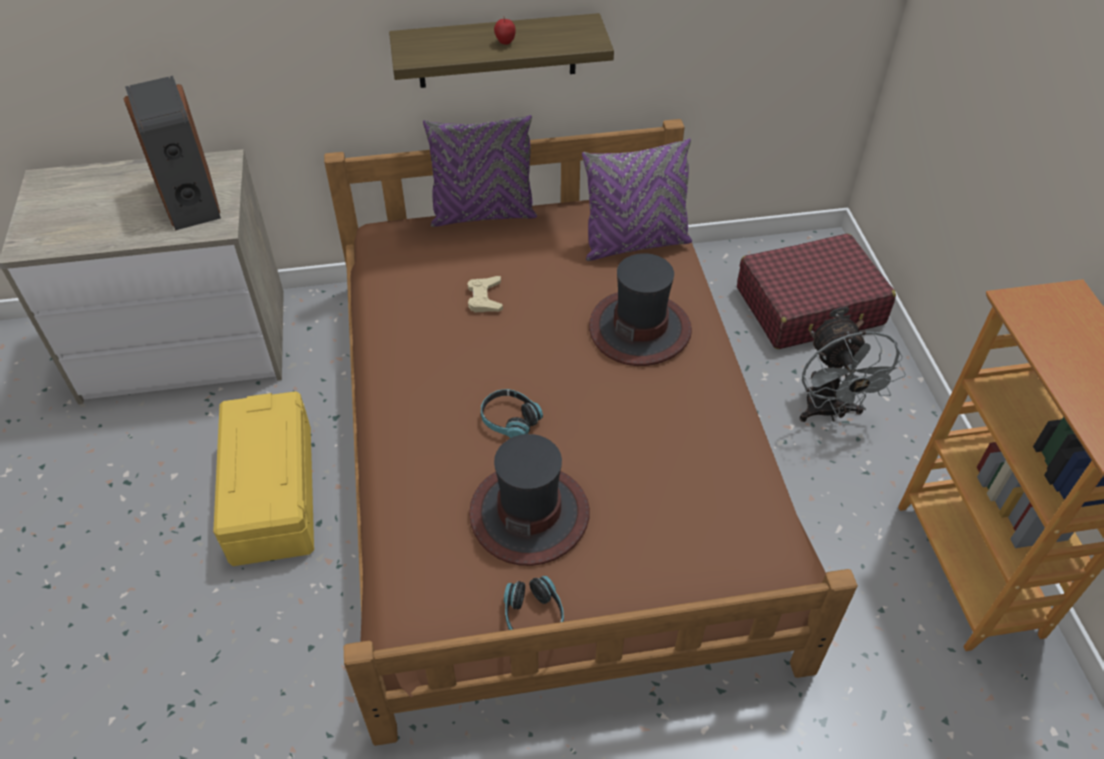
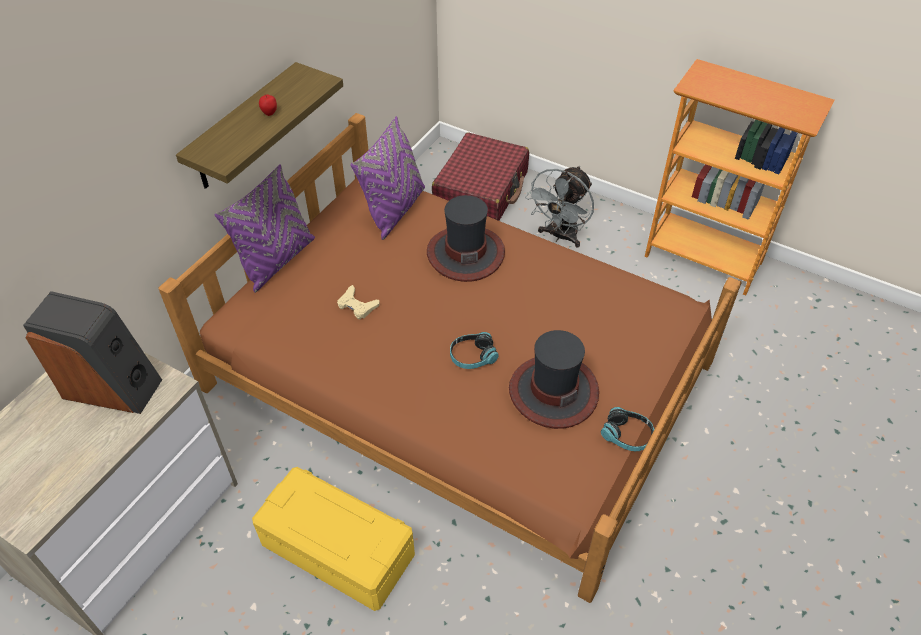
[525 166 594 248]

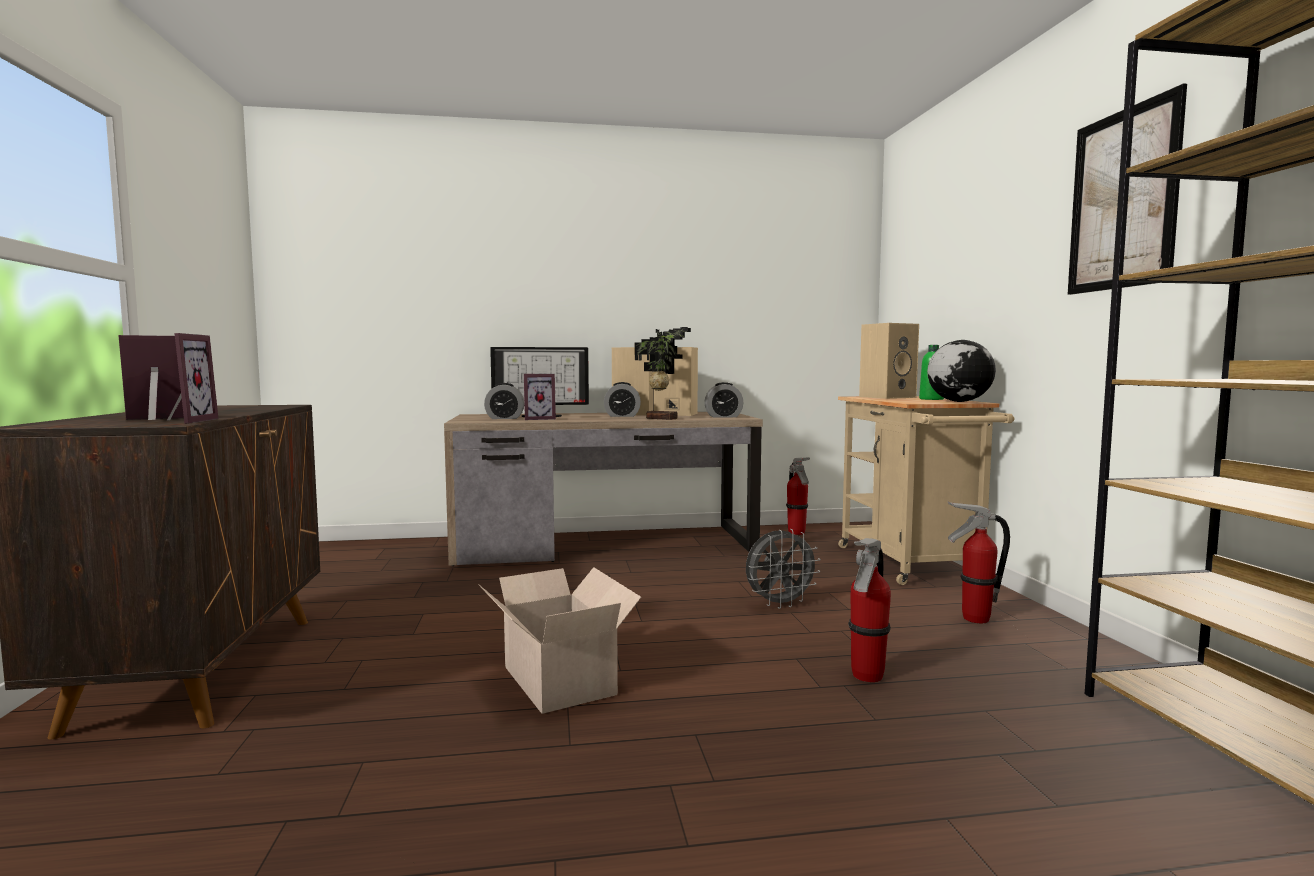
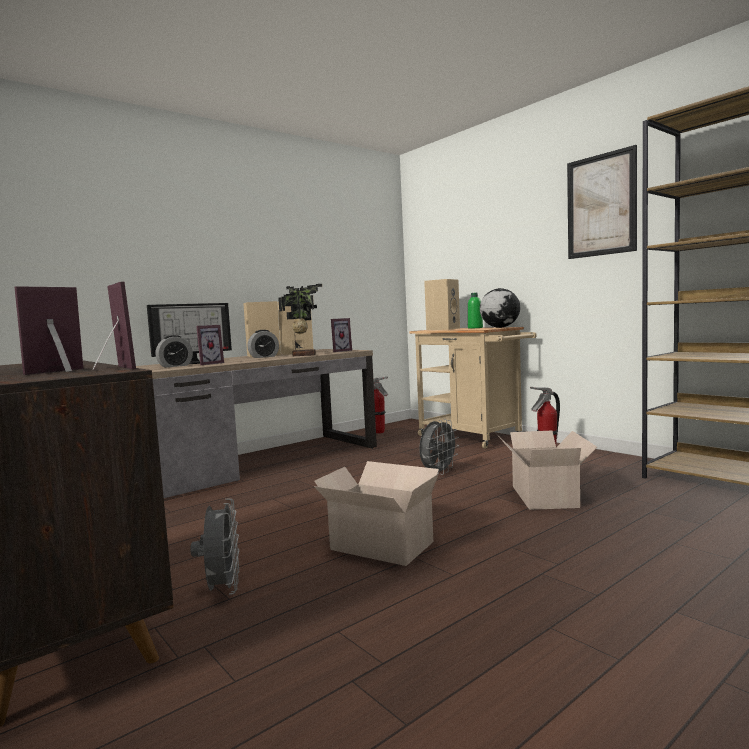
[331 318 352 352]
[498 431 597 510]
[190 498 239 595]

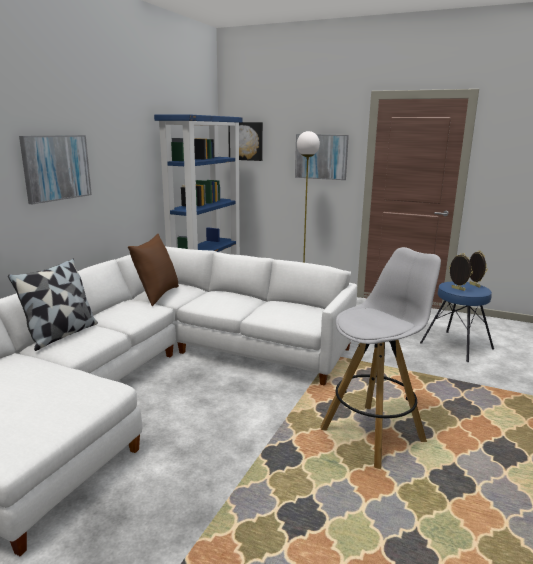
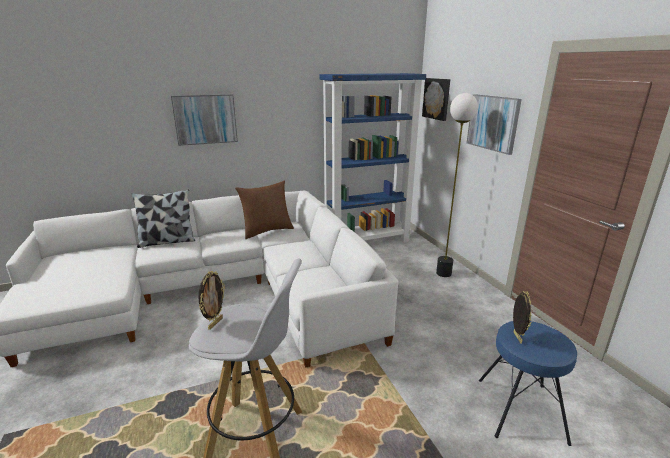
[198 271 225 330]

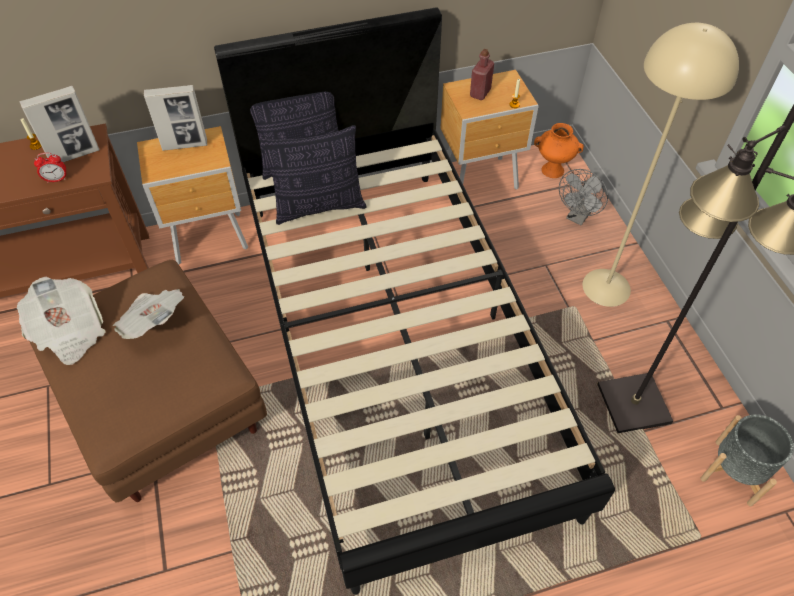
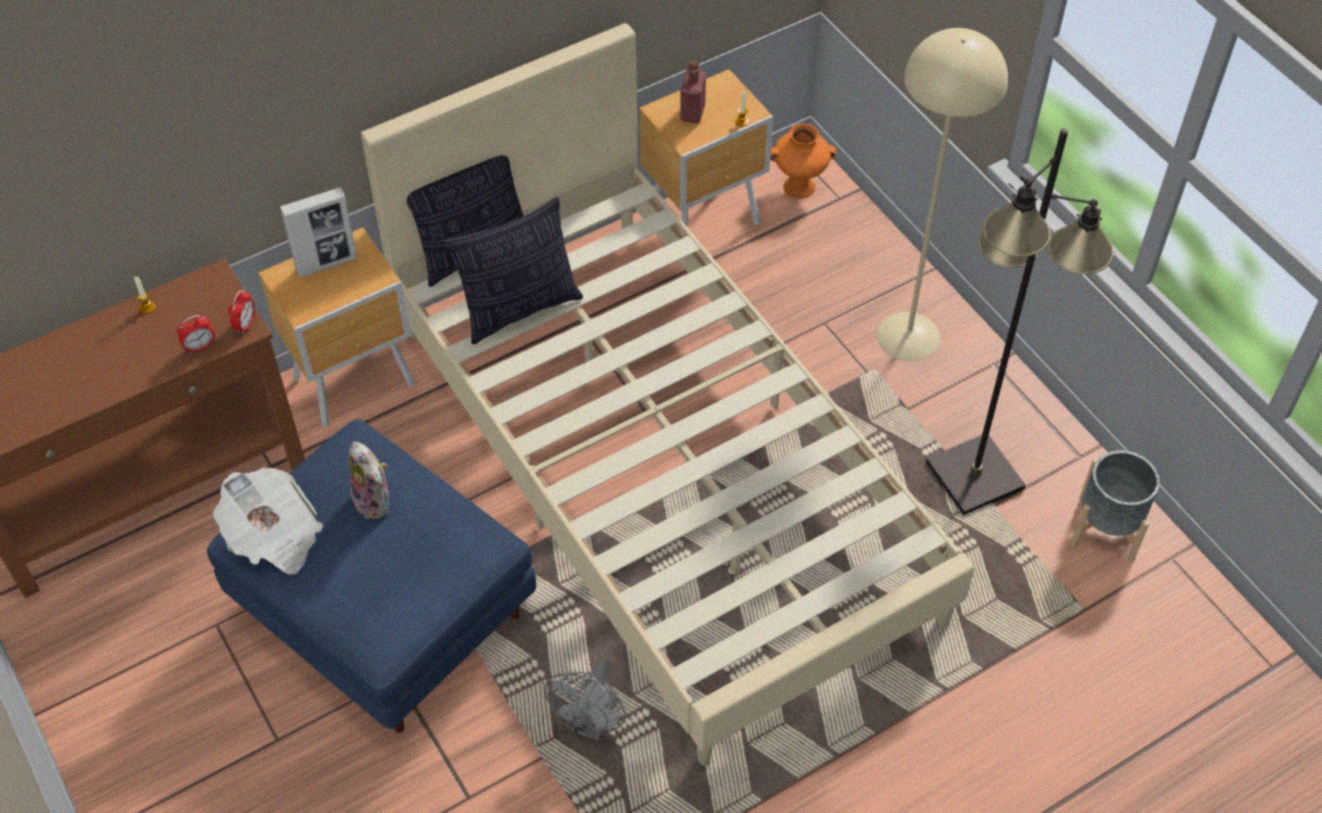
[361 23 975 766]
[19 86 100 162] (first image)
[544 658 626 741]
[207 419 536 733]
[348 442 391 520]
[228 289 255 334]

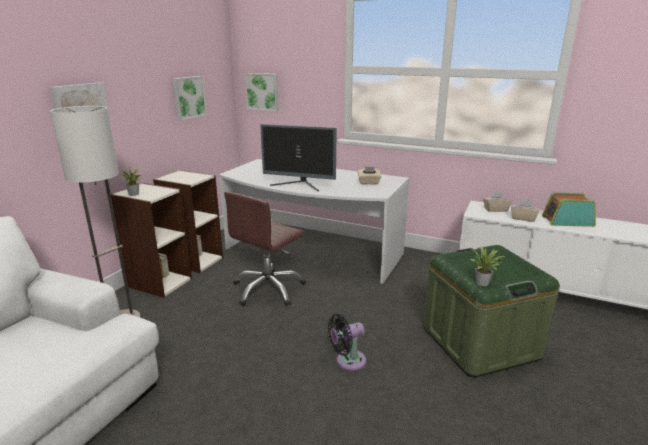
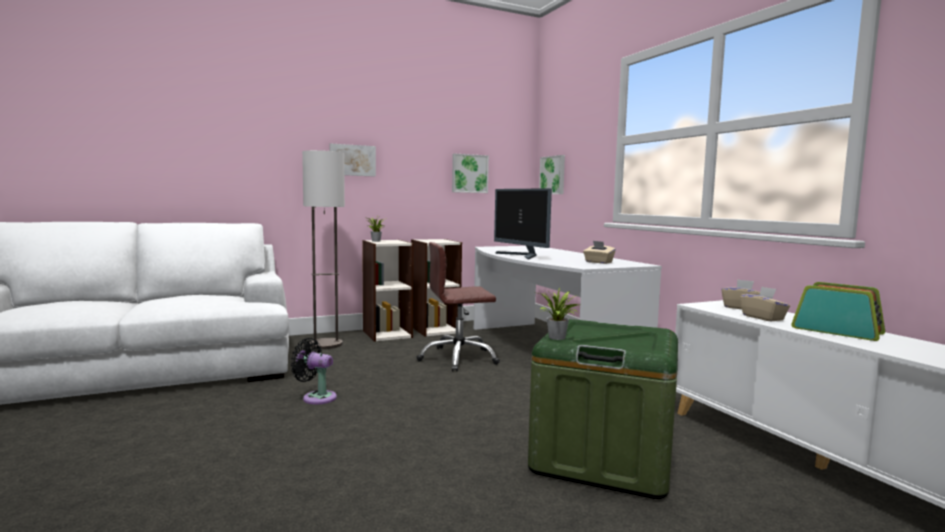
[291 338 337 404]

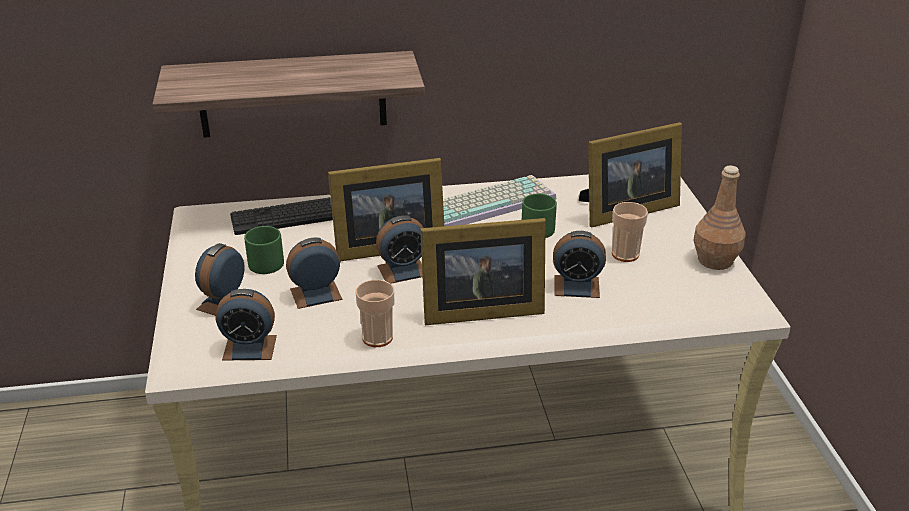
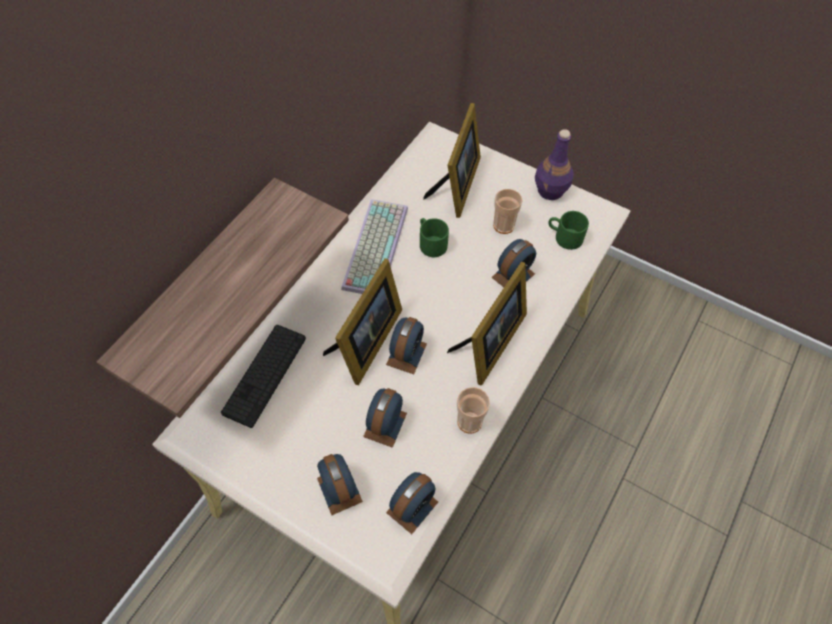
[535 129 574 200]
[548 211 589 250]

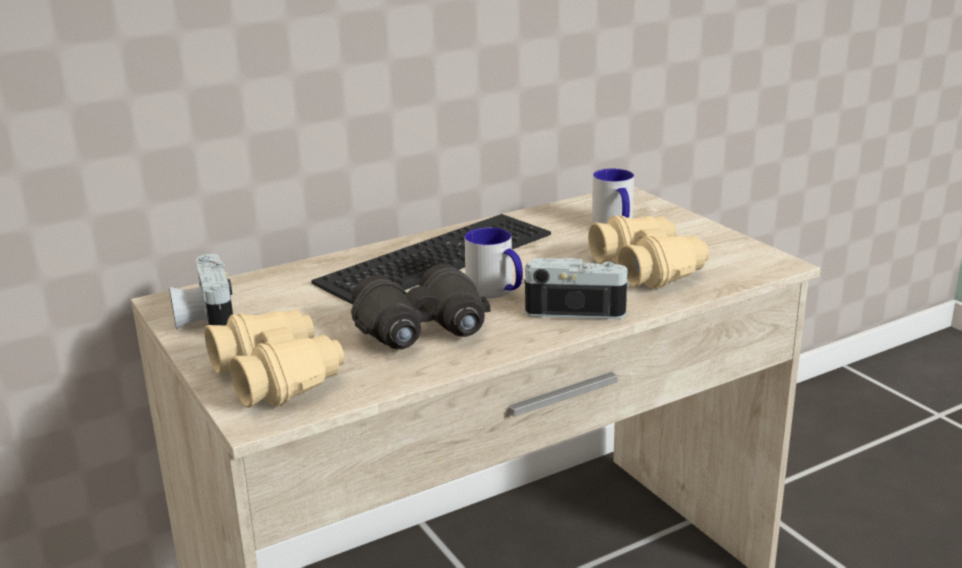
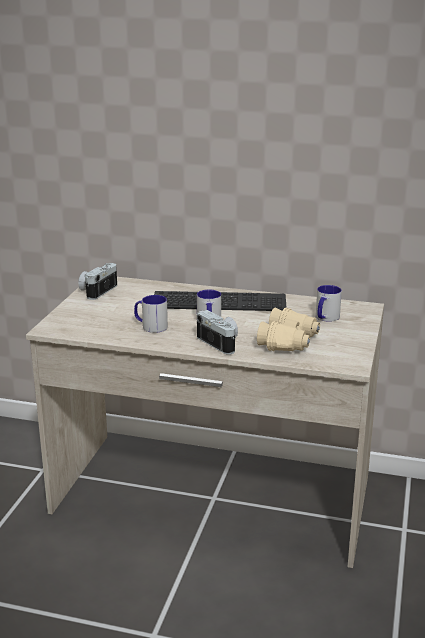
[134 295 168 333]
[205 309 344 408] (first image)

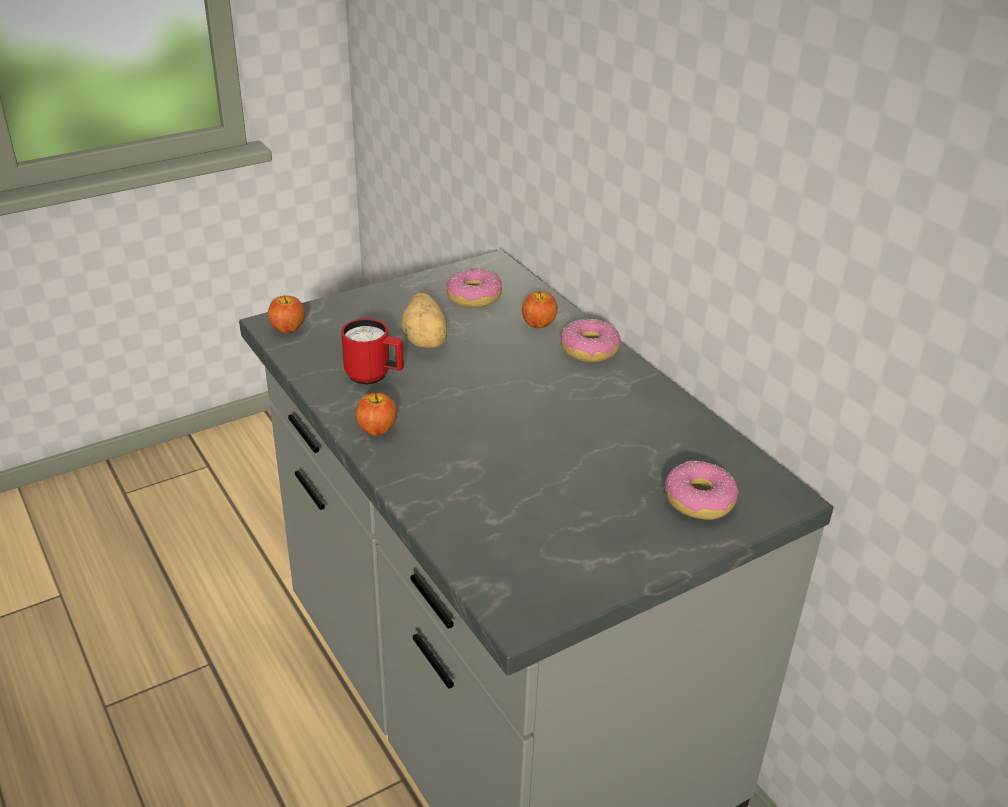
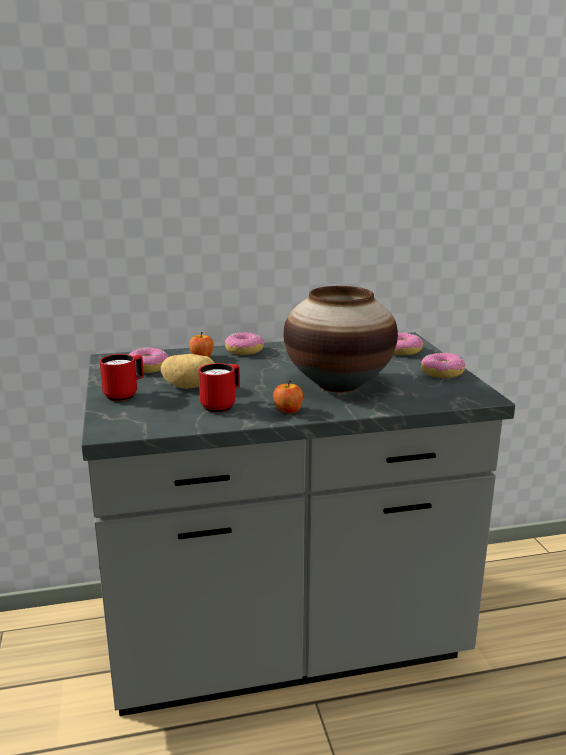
[268 295 305 333] (first image)
[283 286 398 392]
[421 352 465 378]
[100 354 144 401]

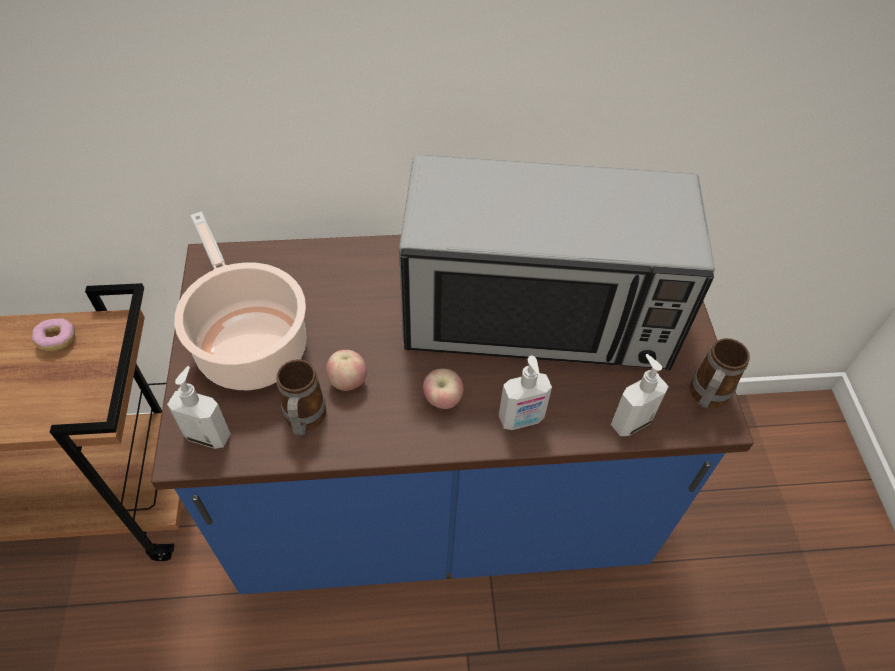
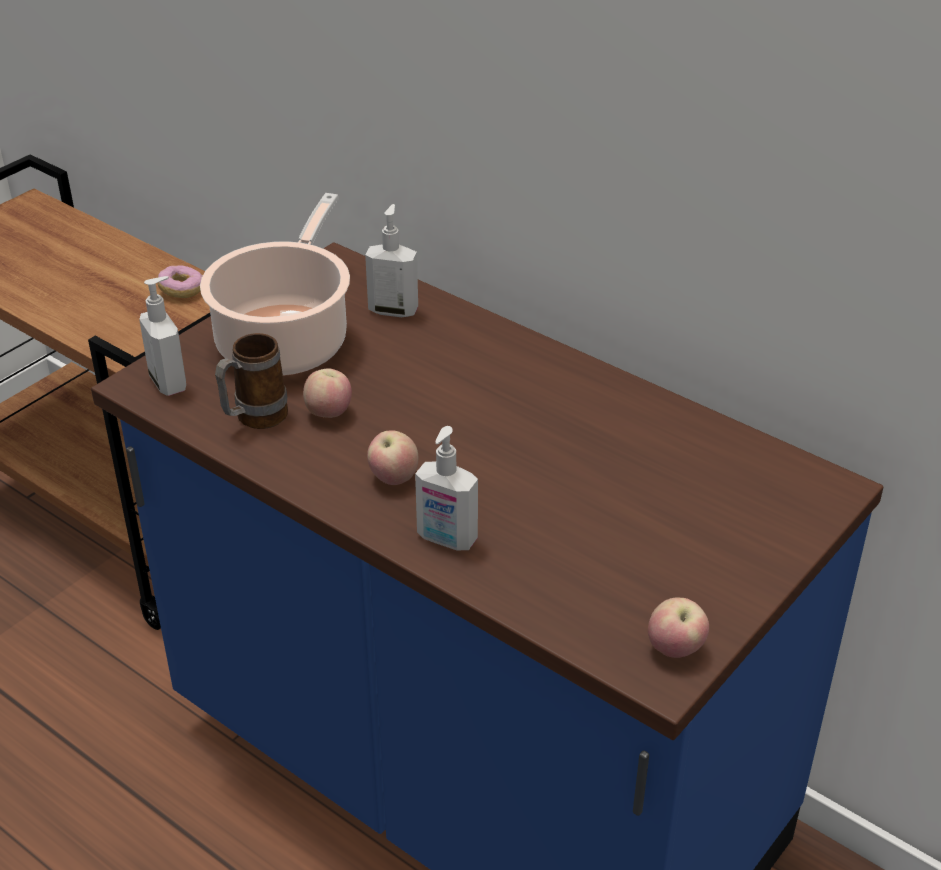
[399 155 715 370] (first image)
[648 598 709 658]
[365 204 418 317]

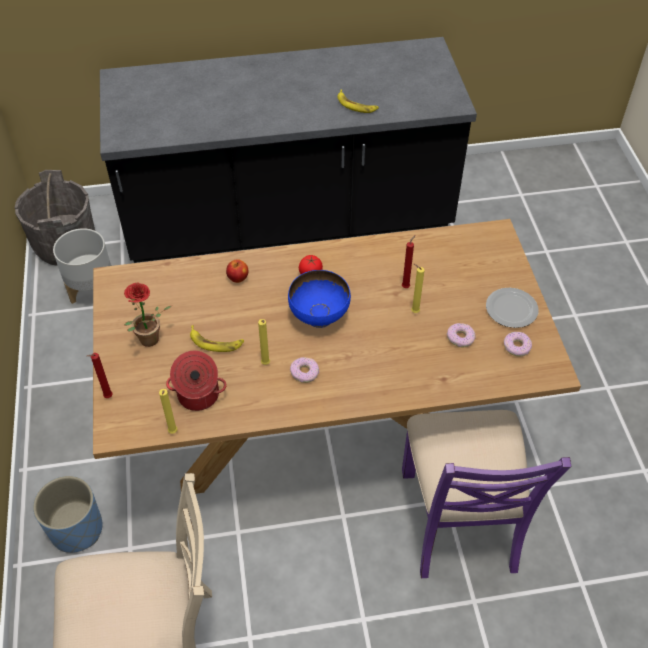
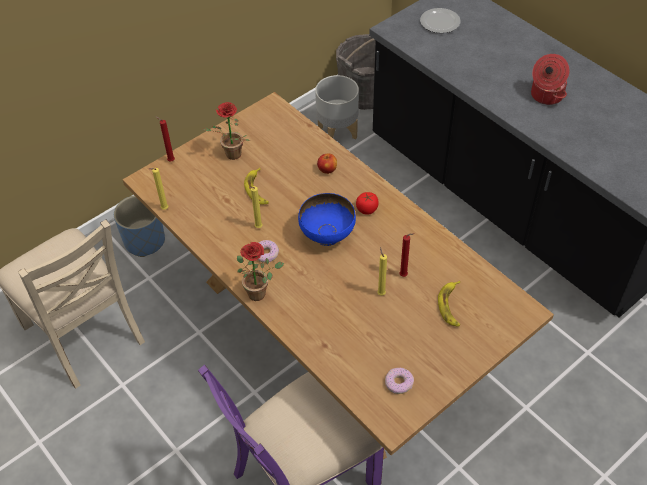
[438 281 460 327]
[420 8 461 33]
[447 323 476 347] (first image)
[531 54 569 105]
[237 242 284 301]

